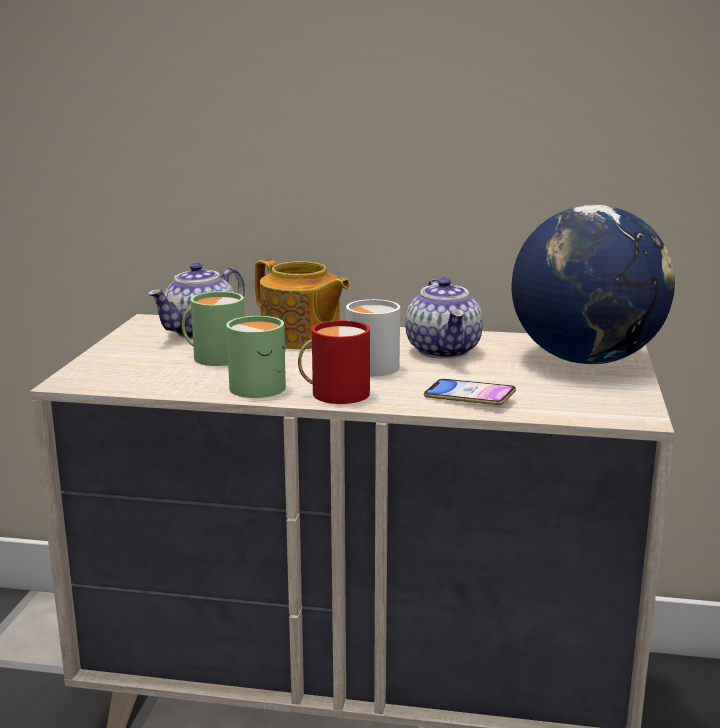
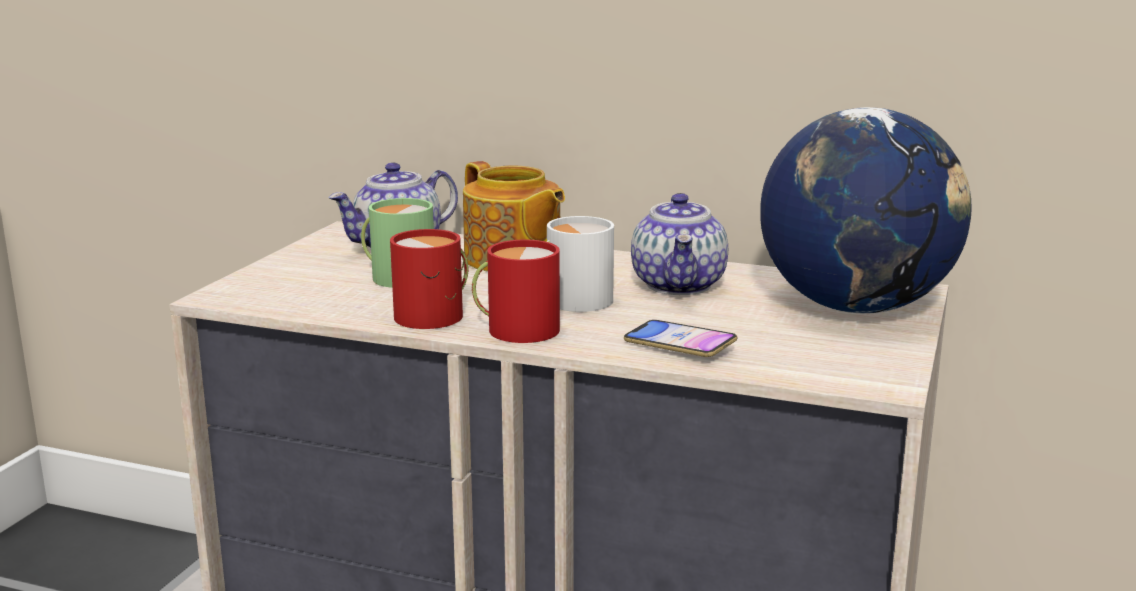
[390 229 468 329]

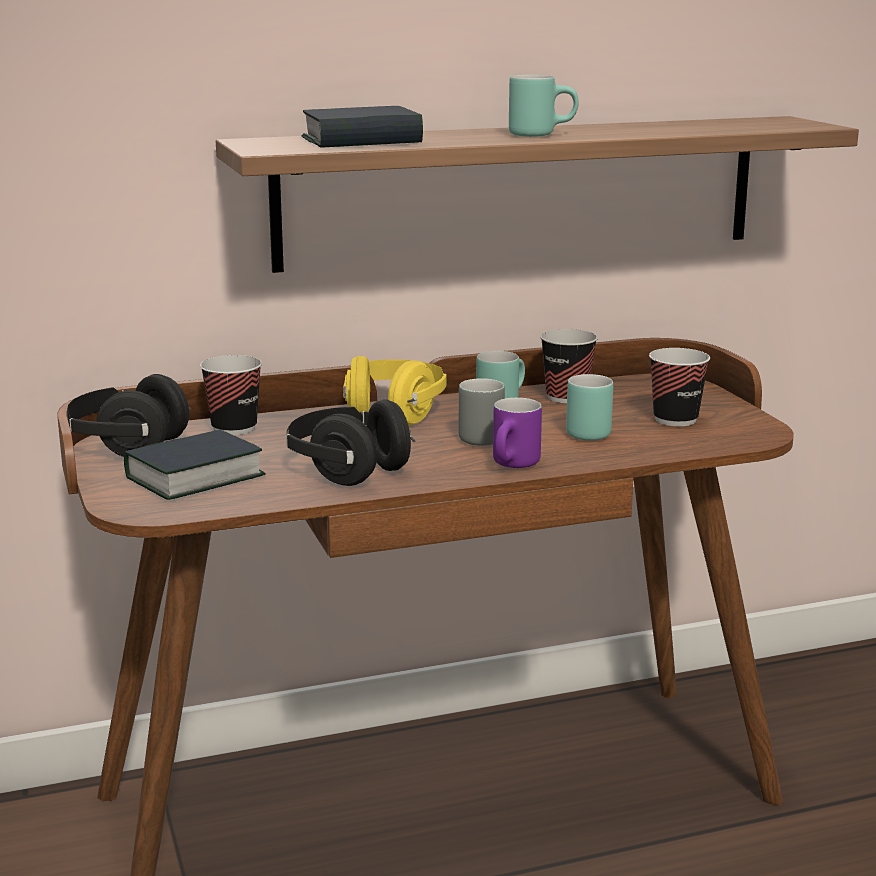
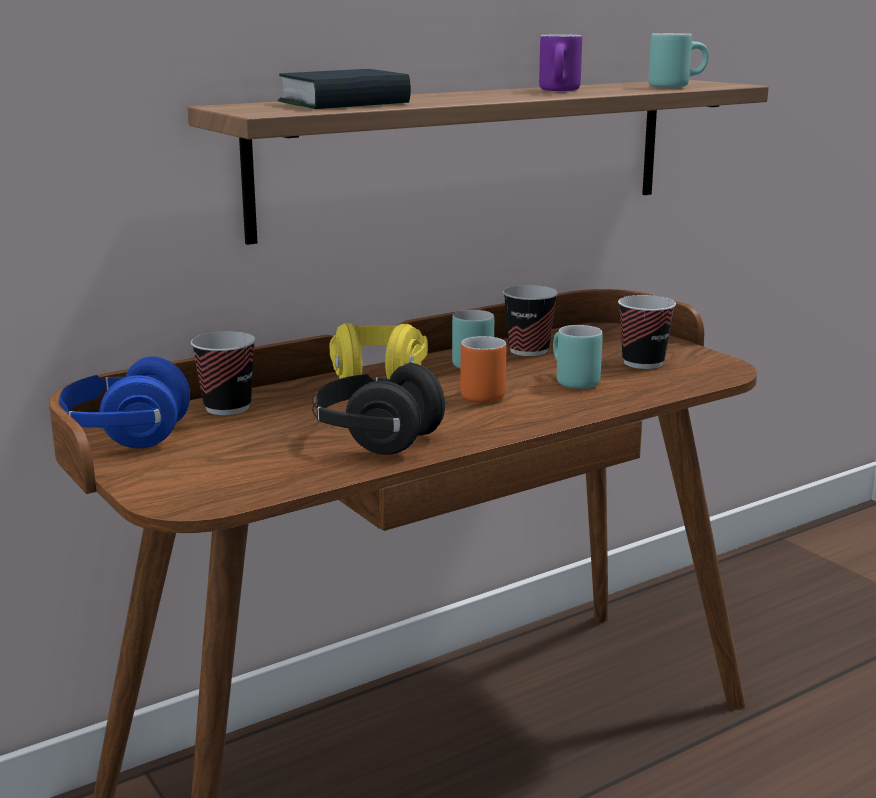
[648 33 709 88]
[60 356 190 448]
[460 336 506 403]
[539 35 582 91]
[124 429 266 500] (first image)

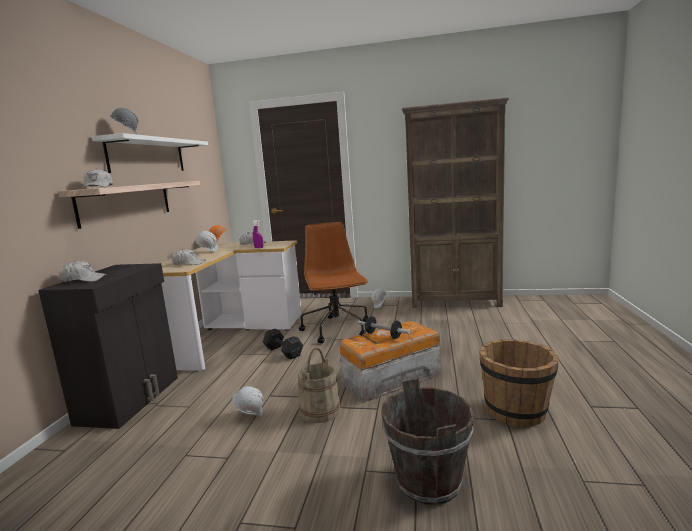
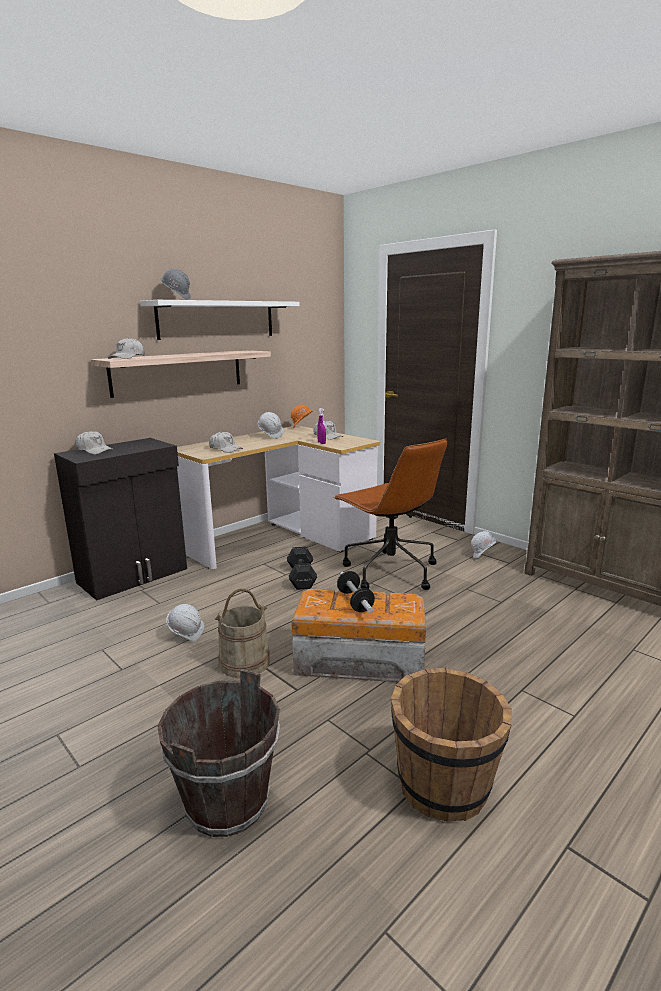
[333 439 447 590]

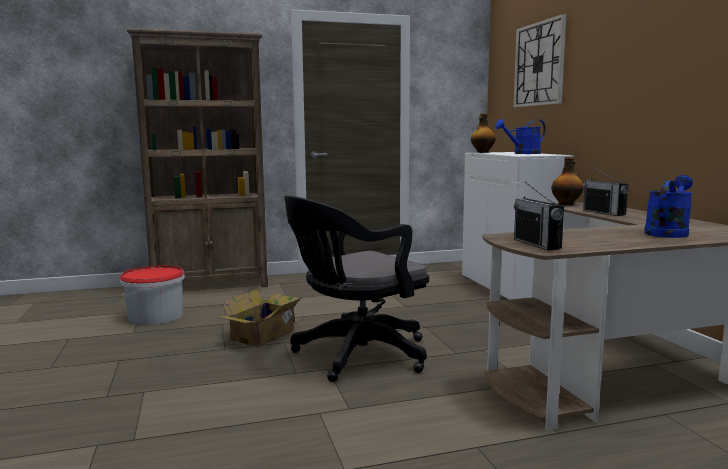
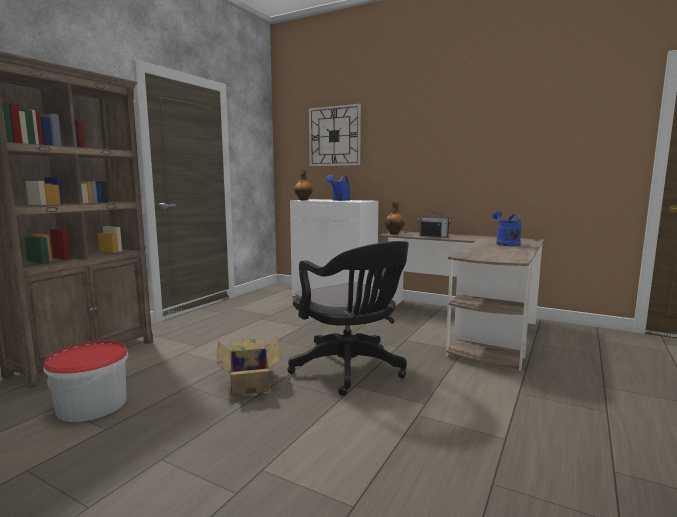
[514 181 564 250] (first image)
[287 241 409 396]

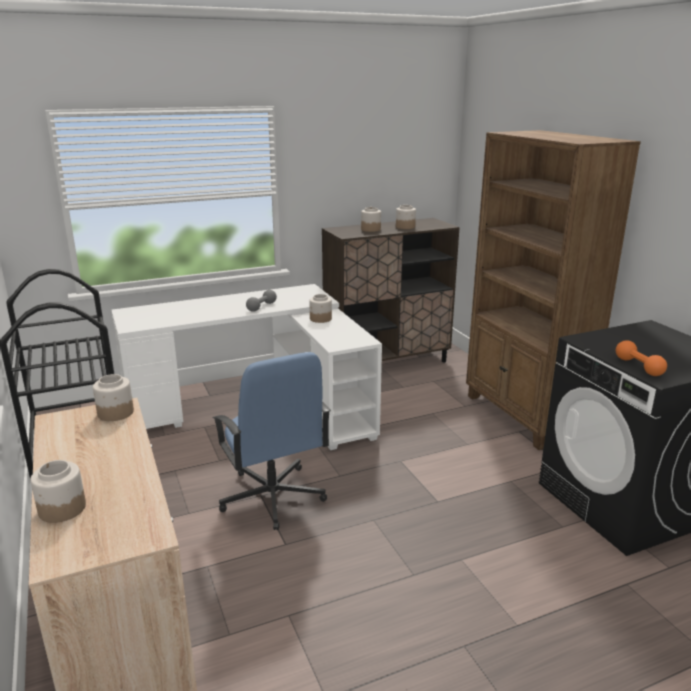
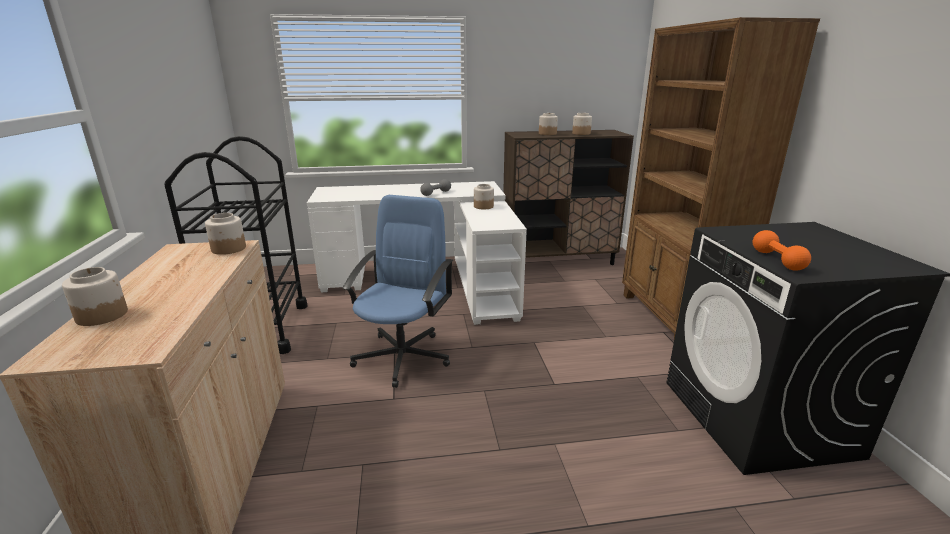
[343 195 453 388]

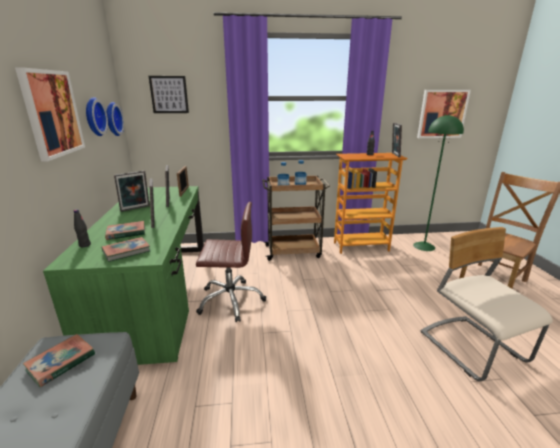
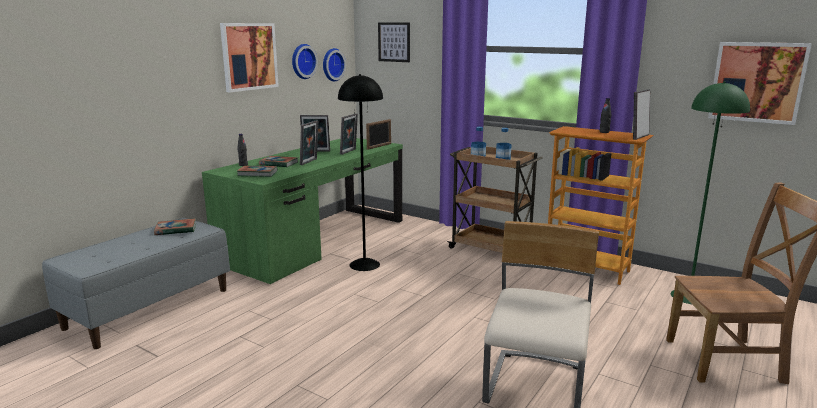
[338 74 383 271]

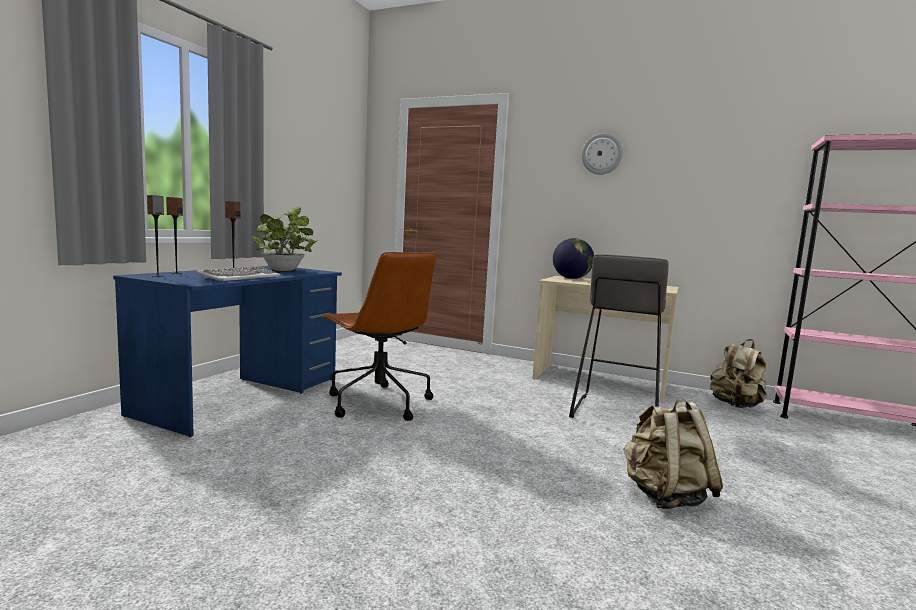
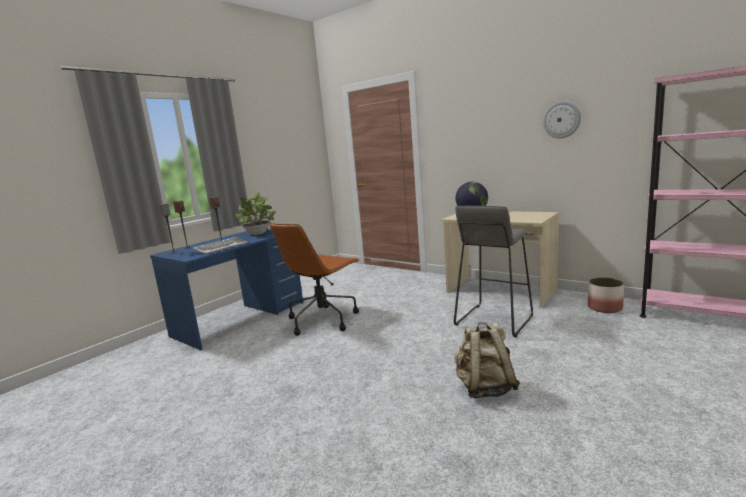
[543 101 581 138]
[270 223 359 336]
[588 277 624 313]

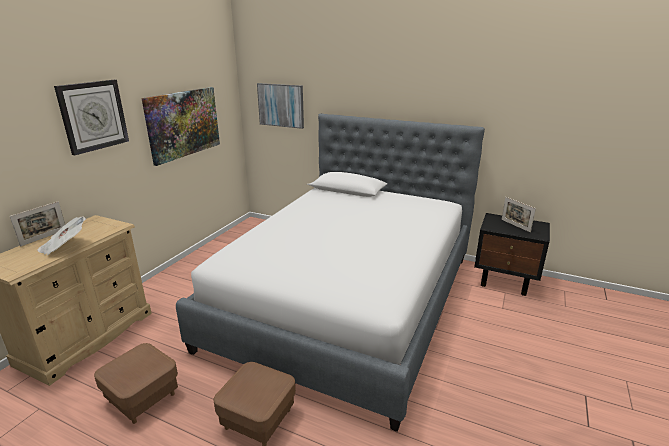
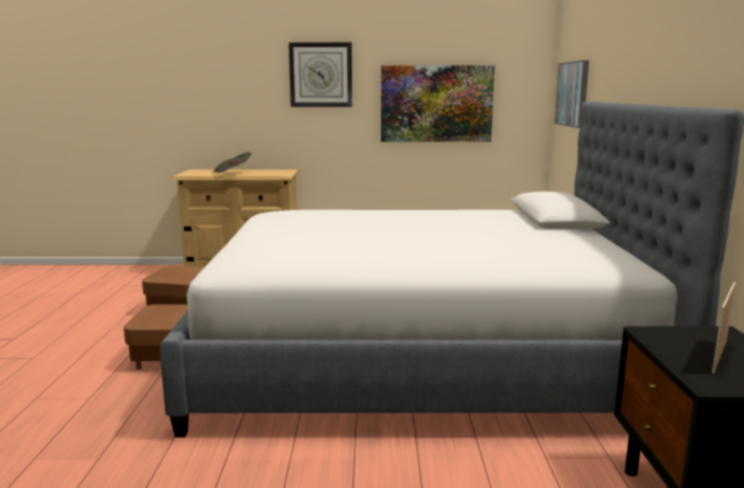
[10 201 65 247] (first image)

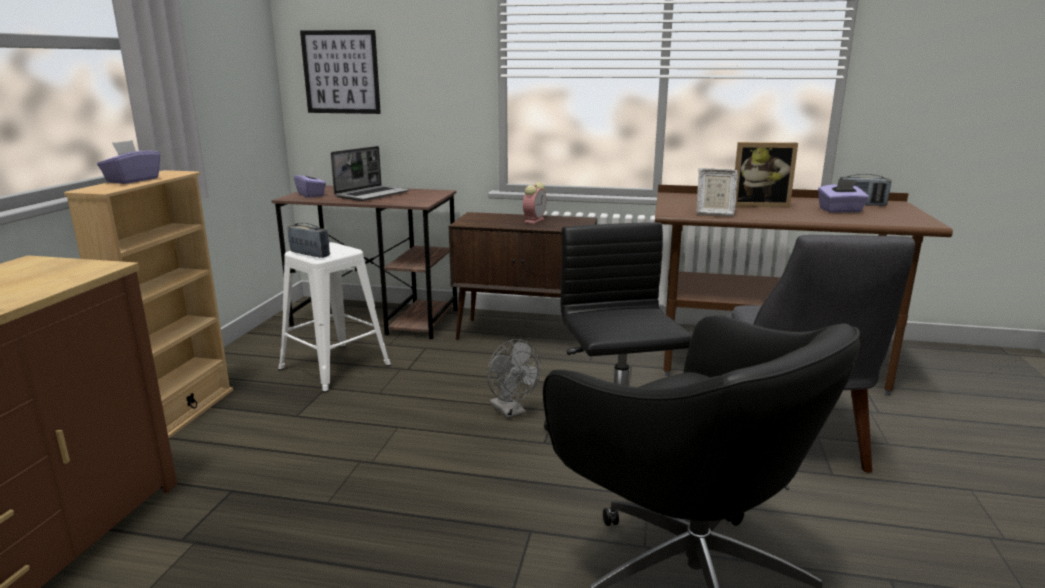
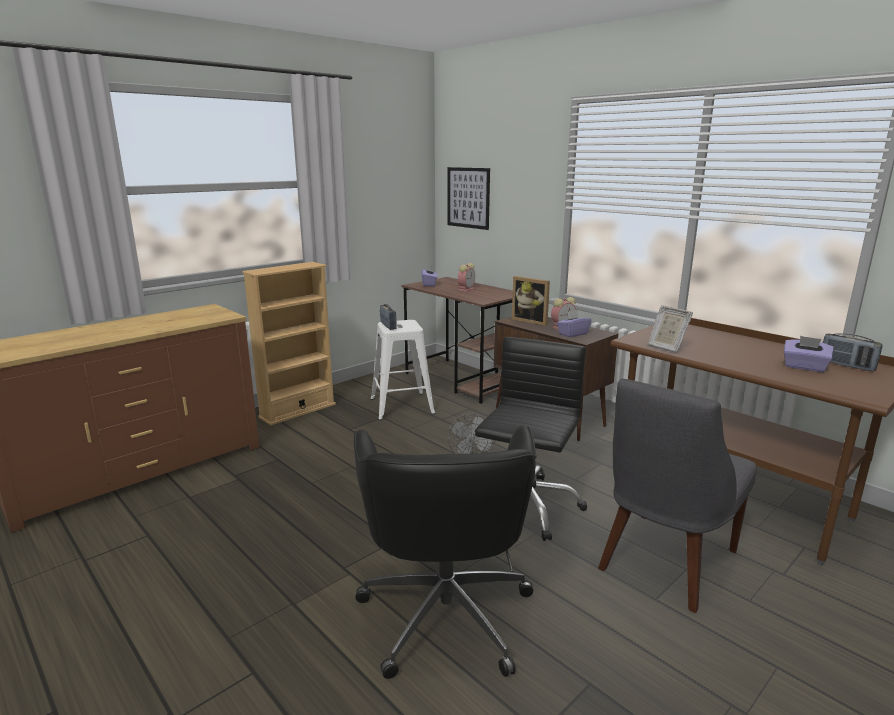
[557 310 591 337]
[512 276 550 326]
[458 263 475 292]

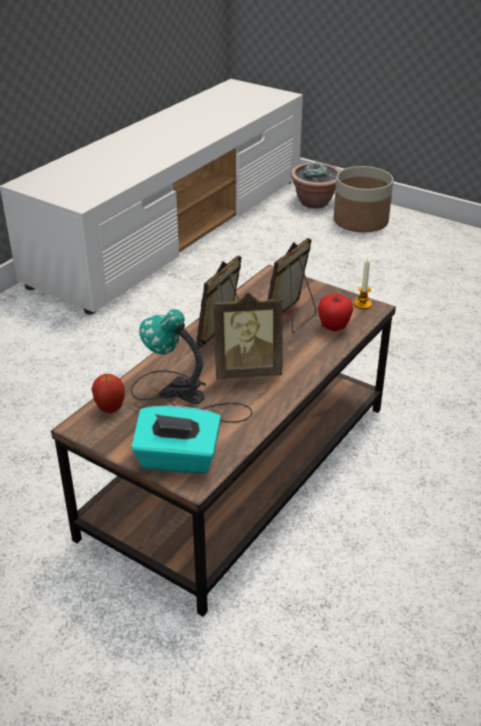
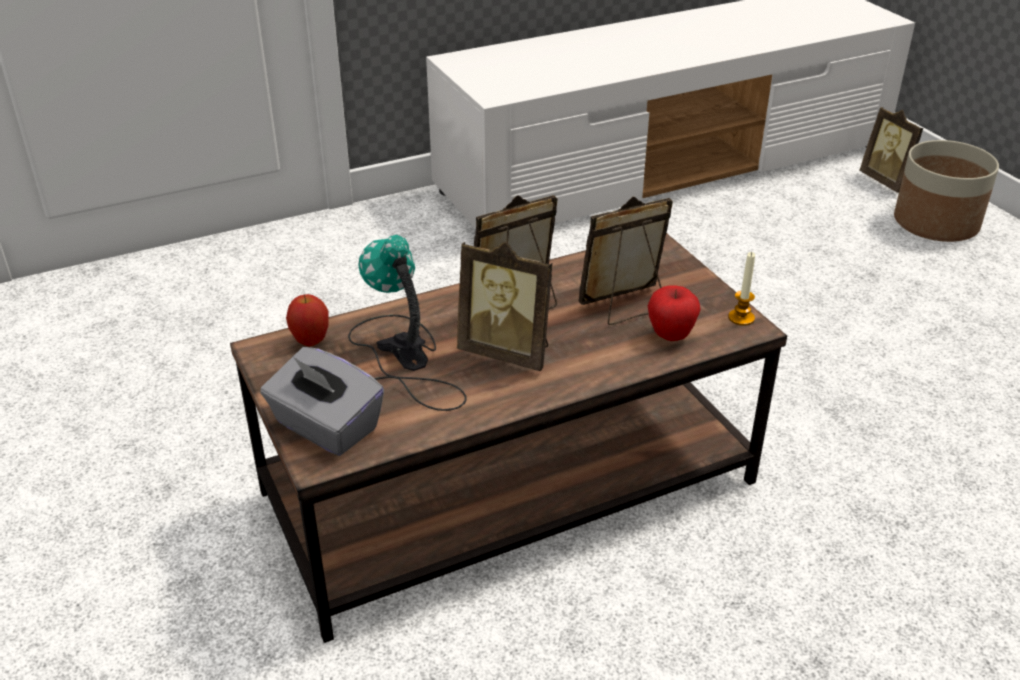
[860 107 924 193]
[260 347 384 456]

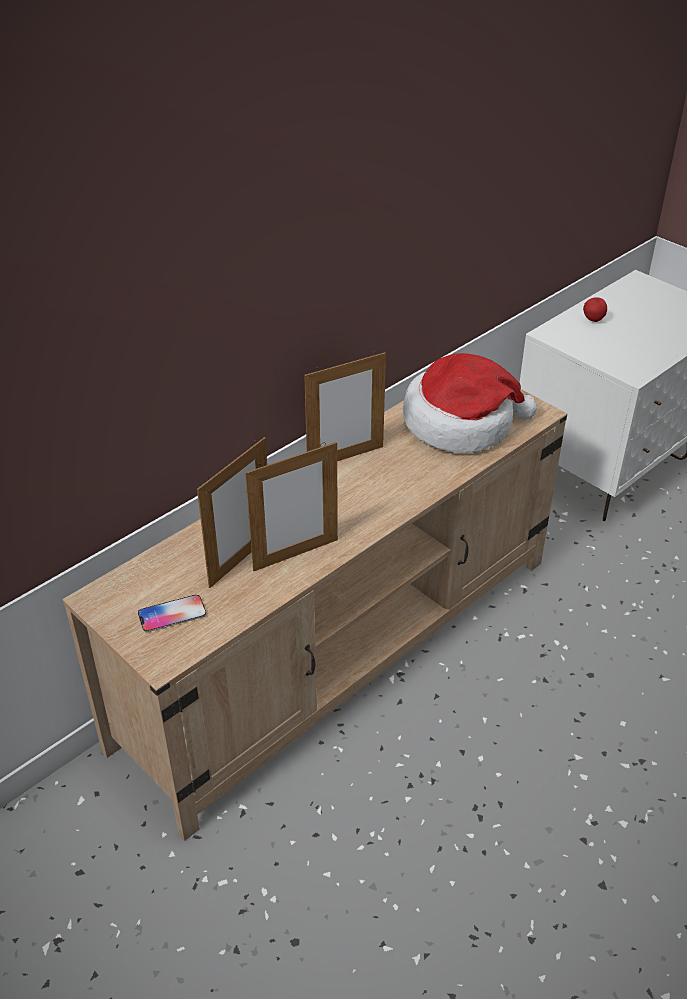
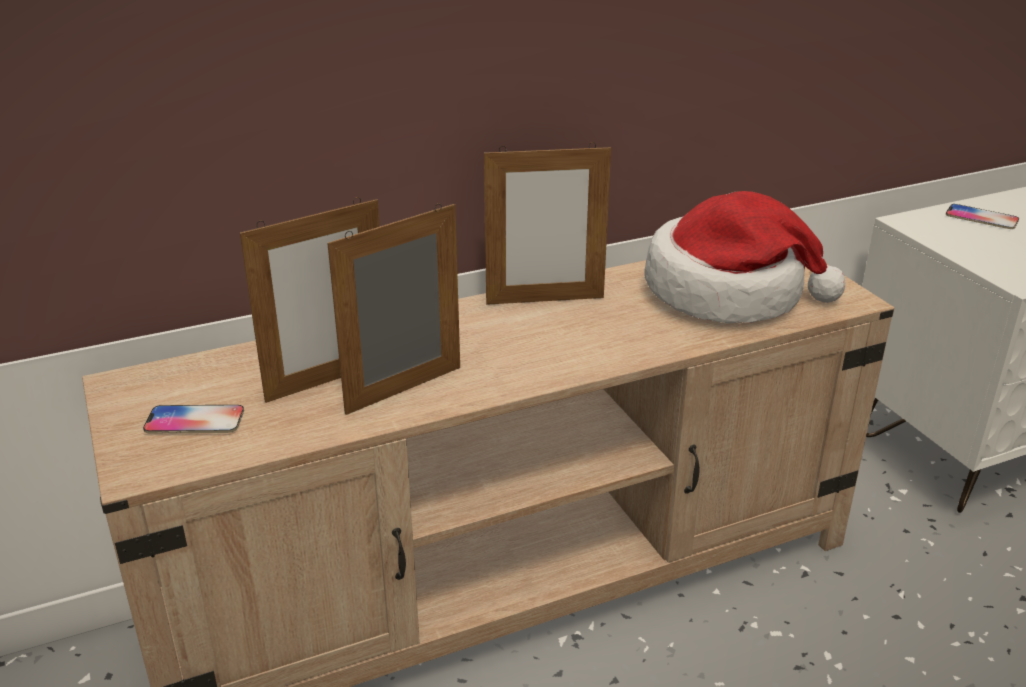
[946 204 1019 229]
[327 204 460 415]

